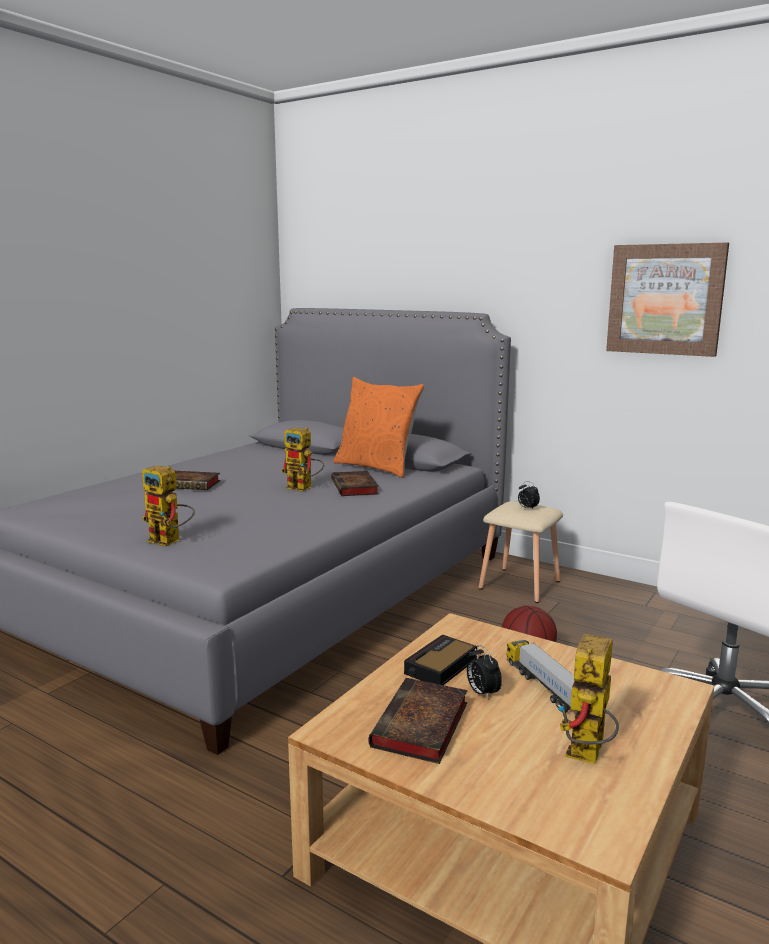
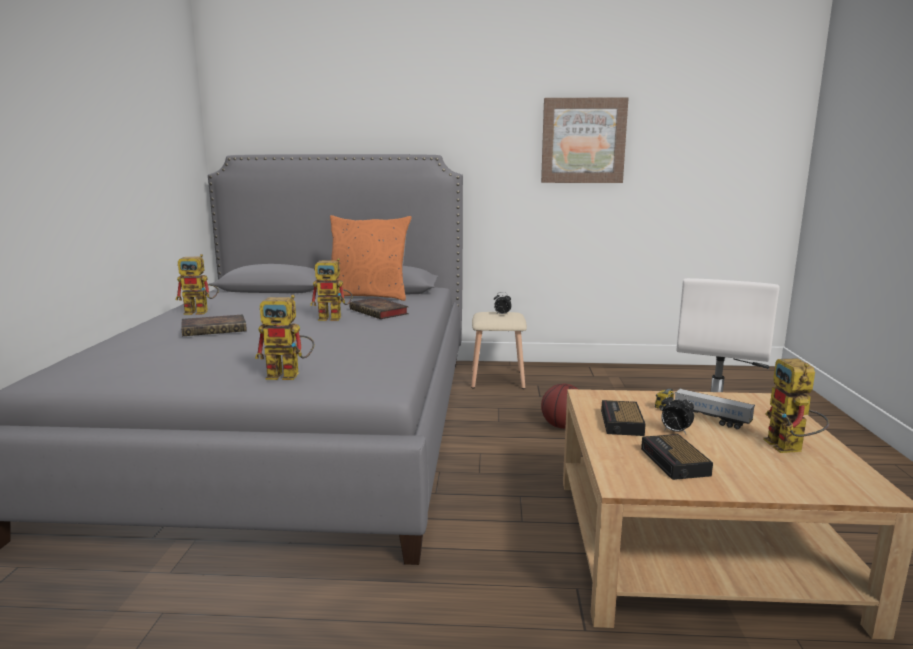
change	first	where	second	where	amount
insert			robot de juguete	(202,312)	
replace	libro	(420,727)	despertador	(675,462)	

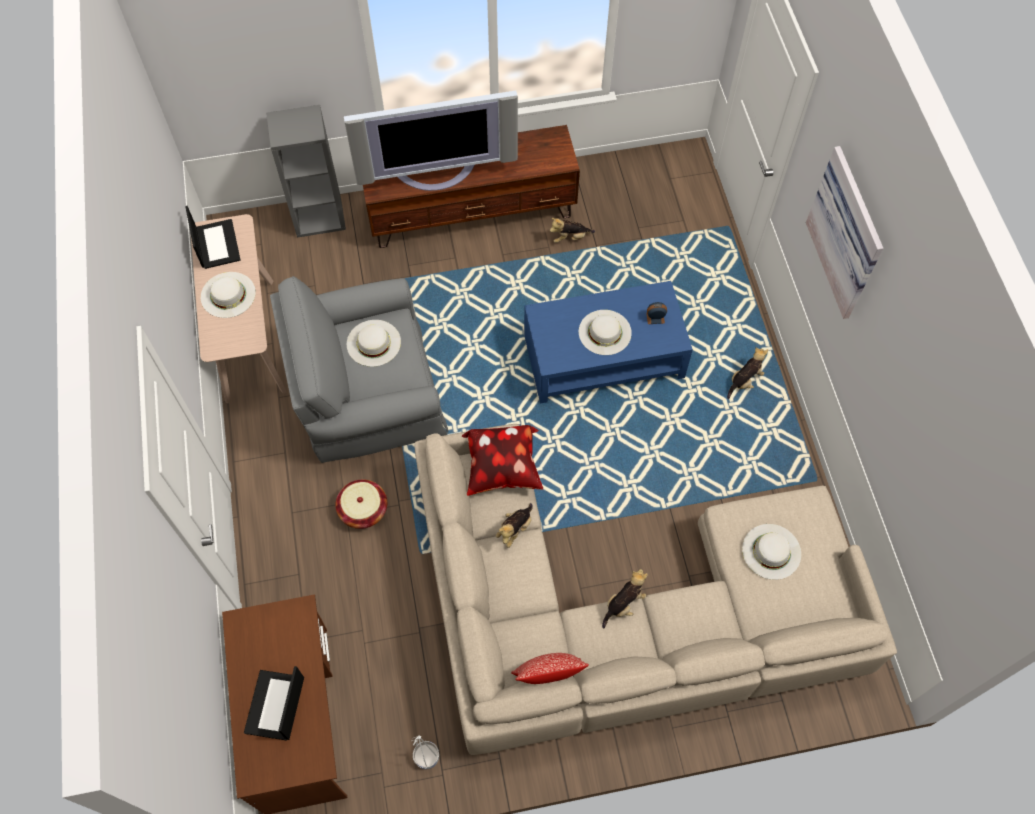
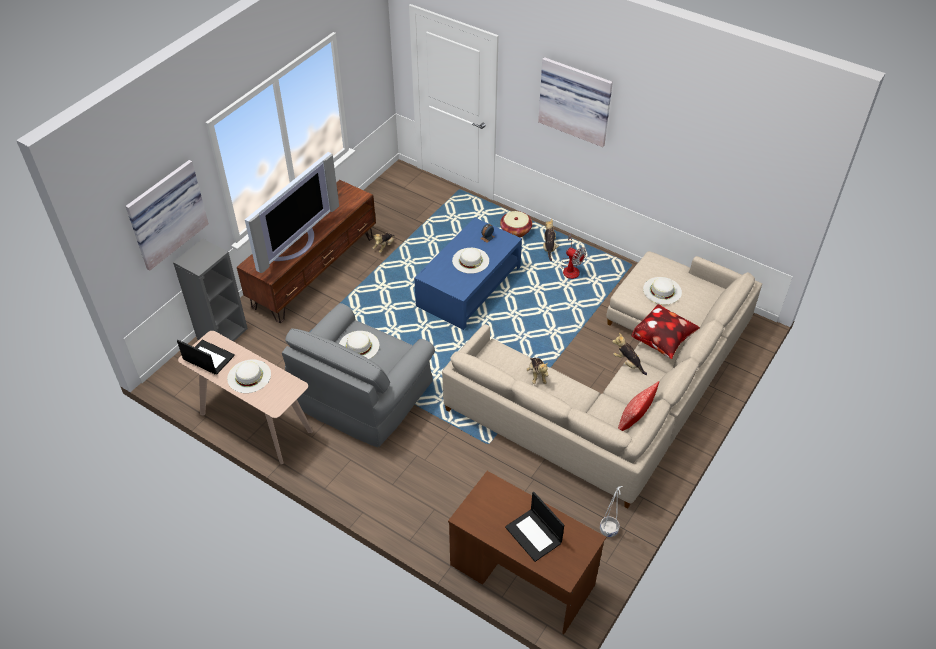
change	first	where	second	where	amount
insert			cuadro	(165,213)	
move	cesta	(363,510)		(515,230)	
insert			ventilador	(571,268)	
rotate	peluche	(624,604)		(628,363)	45 degrees counterclockwise
move	cojín	(503,470)		(663,341)	

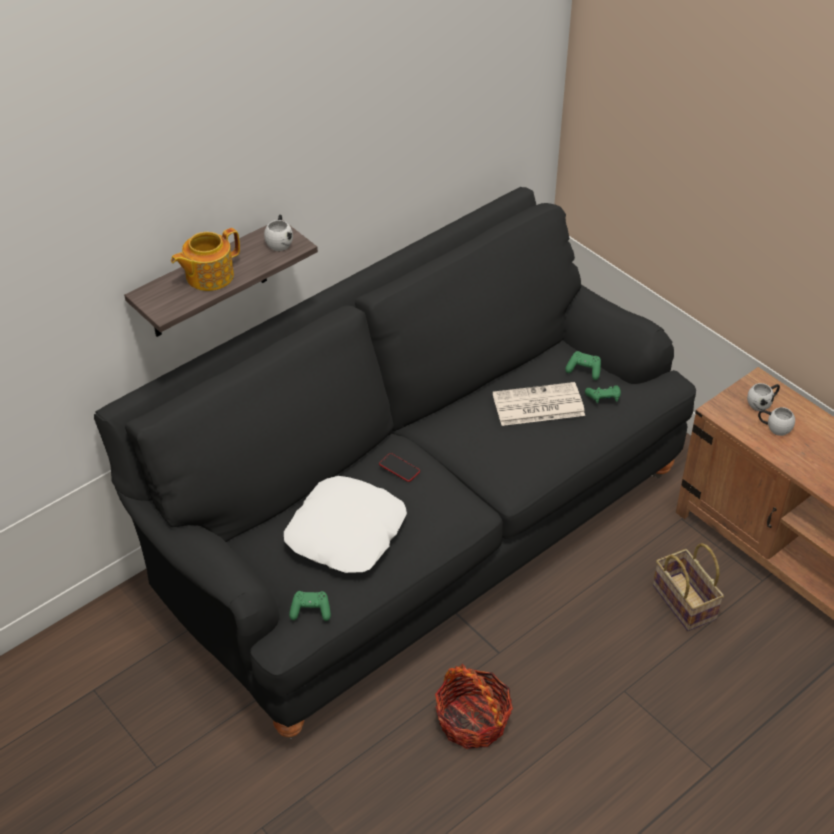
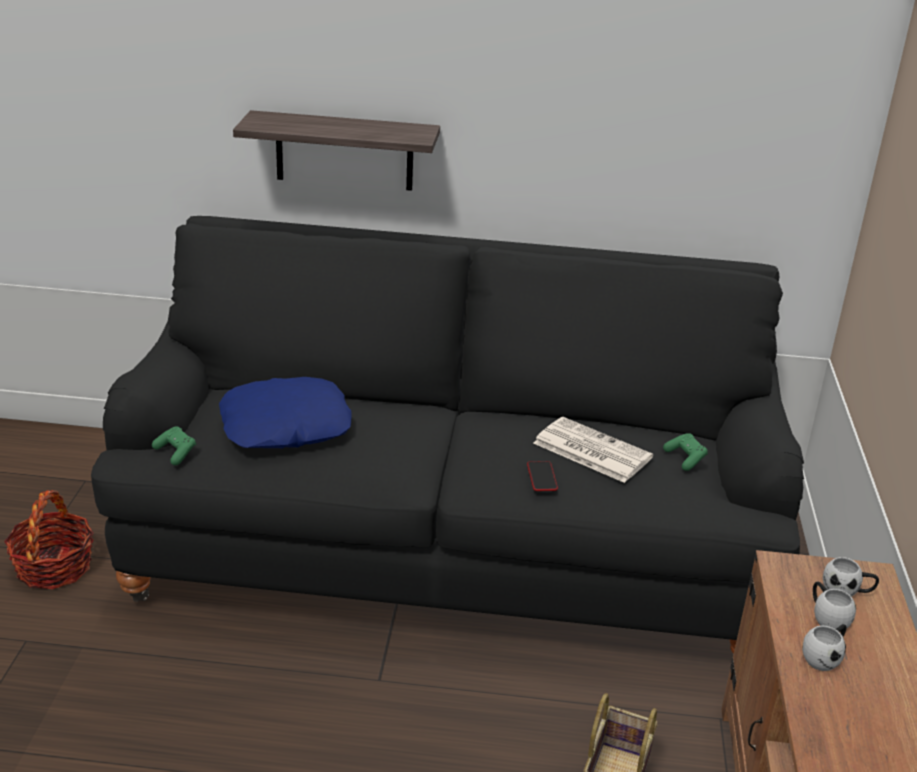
change	first	where	second	where	amount
move	cesta	(472,721)		(54,567)	
recolor	cojín [blanco]	(347,533)	cojín [azul]	(285,427)	
move	móvil	(399,468)		(542,477)	
move	taza grande [blanco]	(280,241)		(824,657)	
delete	tetera	(208,276)			
delete	mando de consola [verde]	(603,399)			

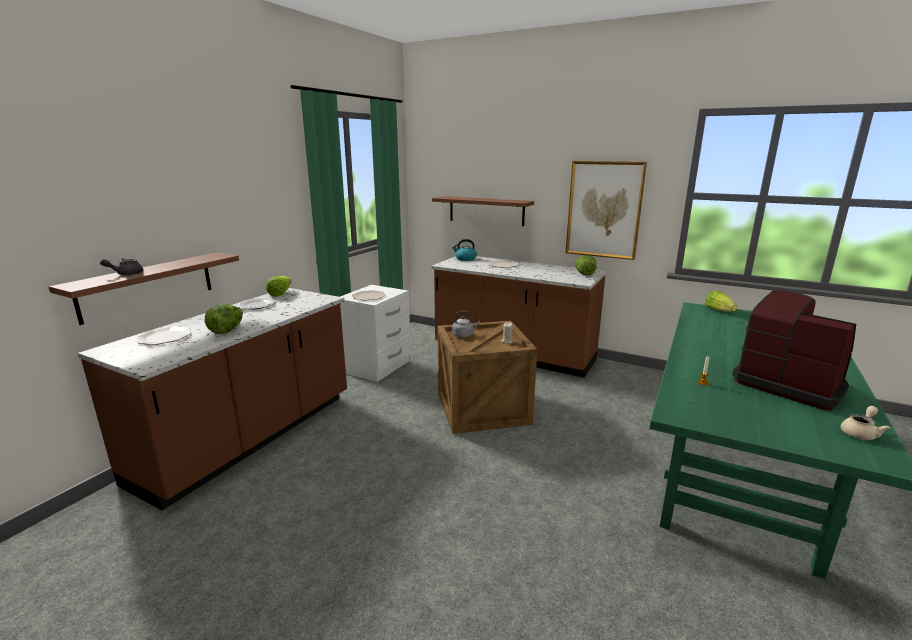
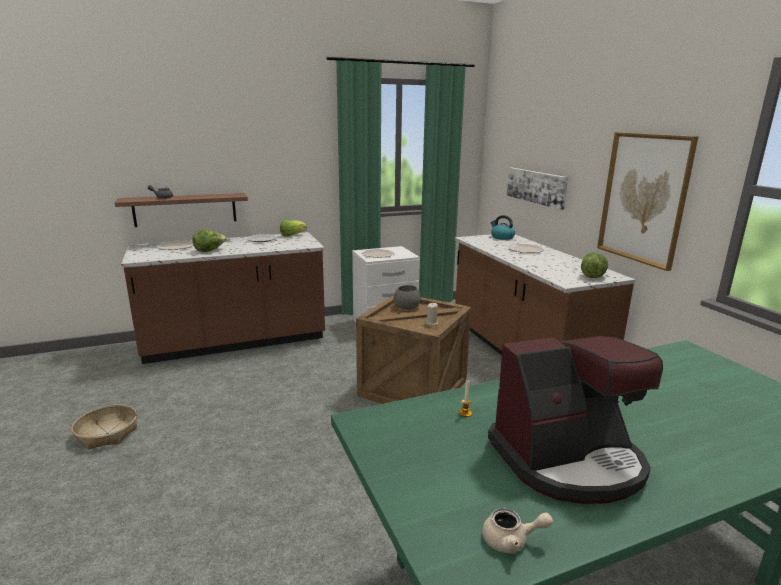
change	first	where	second	where	amount
insert			cesta	(107,433)	
replace	hervidor [gris]	(464,335)	cuenco [gris]	(407,307)	
rotate	cafetera	(788,384)		(568,460)	75 degrees clockwise
replace	estante	(486,210)	cuadro	(536,187)	
delete	lechuga	(719,311)			

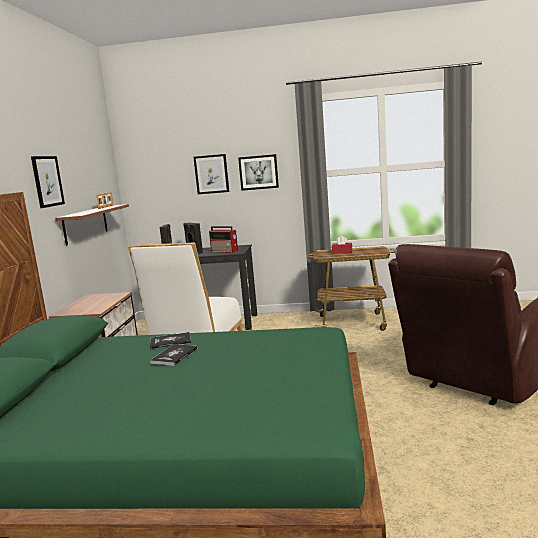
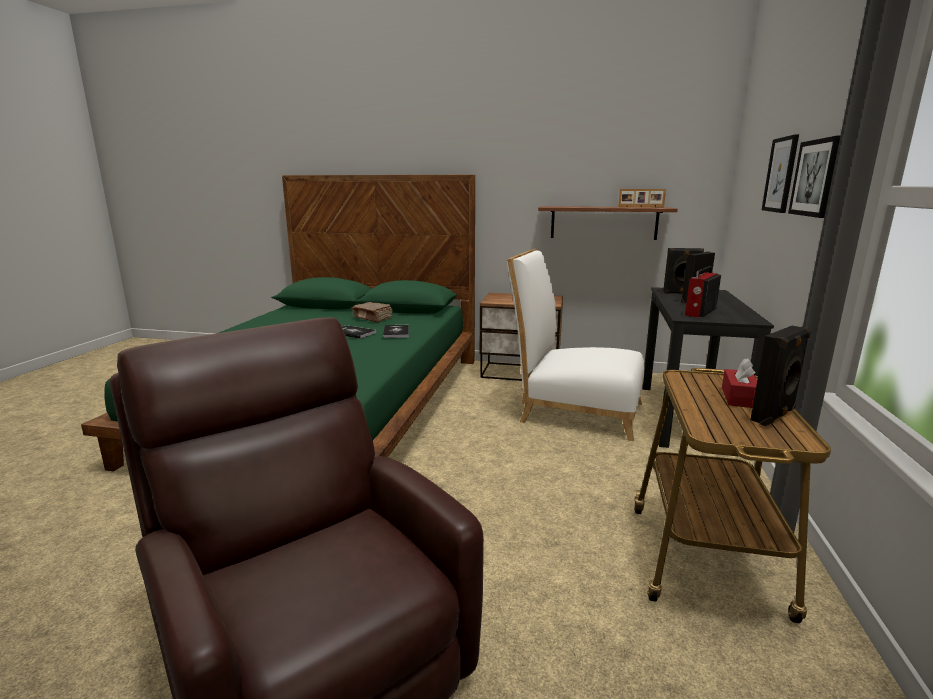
change	first	where	second	where	amount
insert			libro [marrón]	(373,318)	
insert			altavoz [negro]	(774,416)	
delete	cuadro	(47,181)			

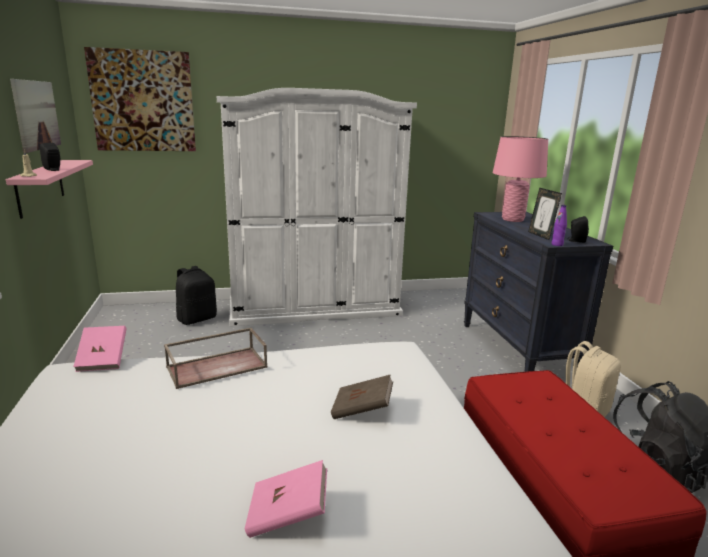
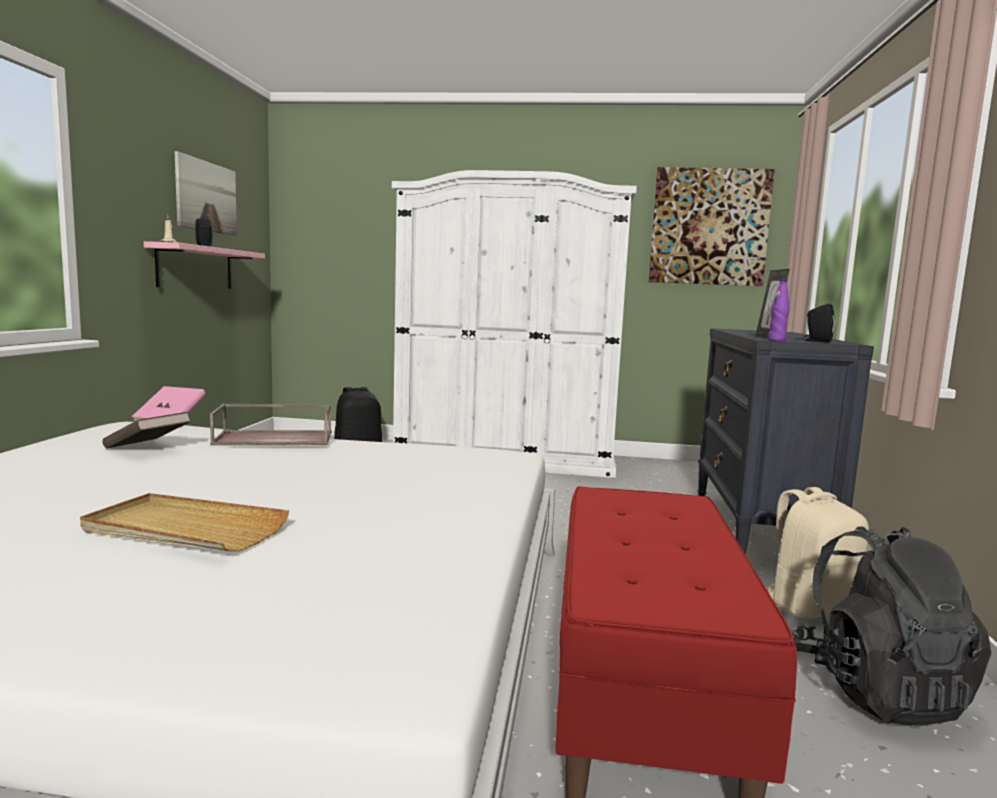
change	first	where	second	where	amount
replace	libro [rosa]	(288,515)	bandeja [beis]	(184,529)	
move	libro [marrón]	(362,410)		(147,448)	
move	cuadro	(143,101)		(709,227)	
delete	lámpara de mesa [rosa]	(512,220)			

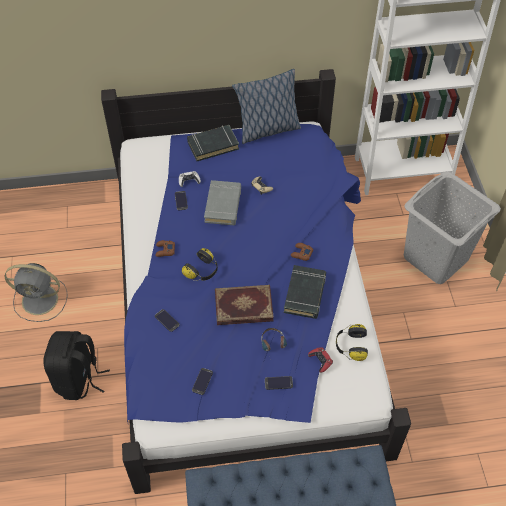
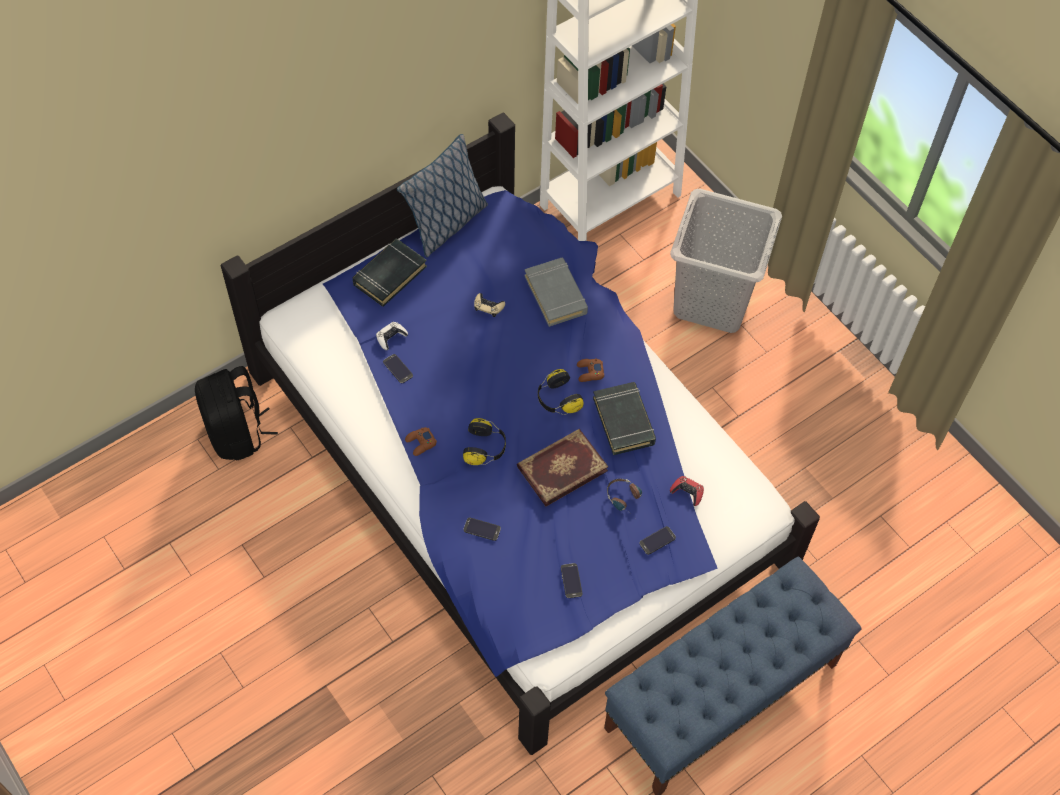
change	first	where	second	where	amount
move	mochila [negro]	(79,379)		(237,434)	
move	libro [gris]	(223,205)		(556,295)	
move	auriculares	(350,346)		(557,399)	
delete	ventilador [gris]	(41,300)			

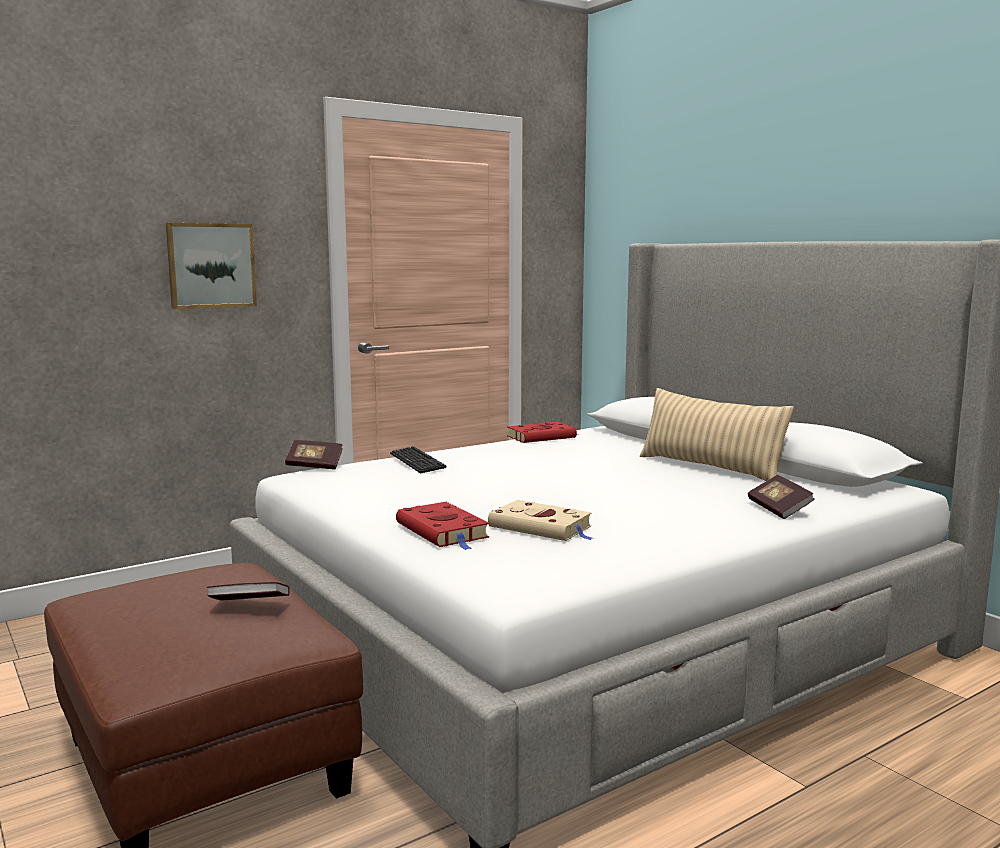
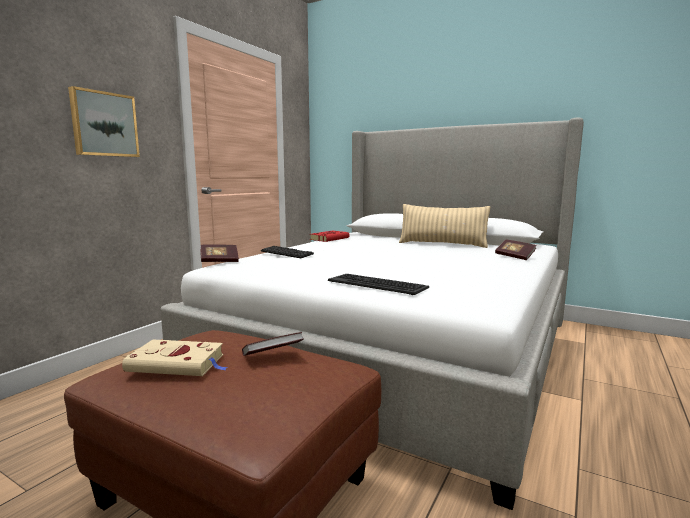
change	first	where	second	where	amount
move	libro [beis]	(542,527)		(178,363)	
replace	libro [rojo]	(444,532)	teclado	(377,284)	

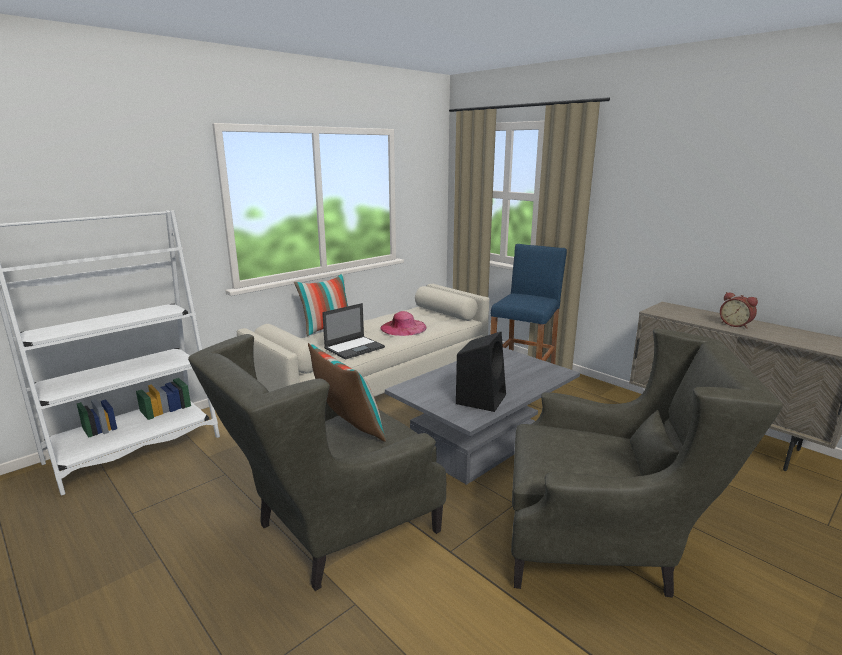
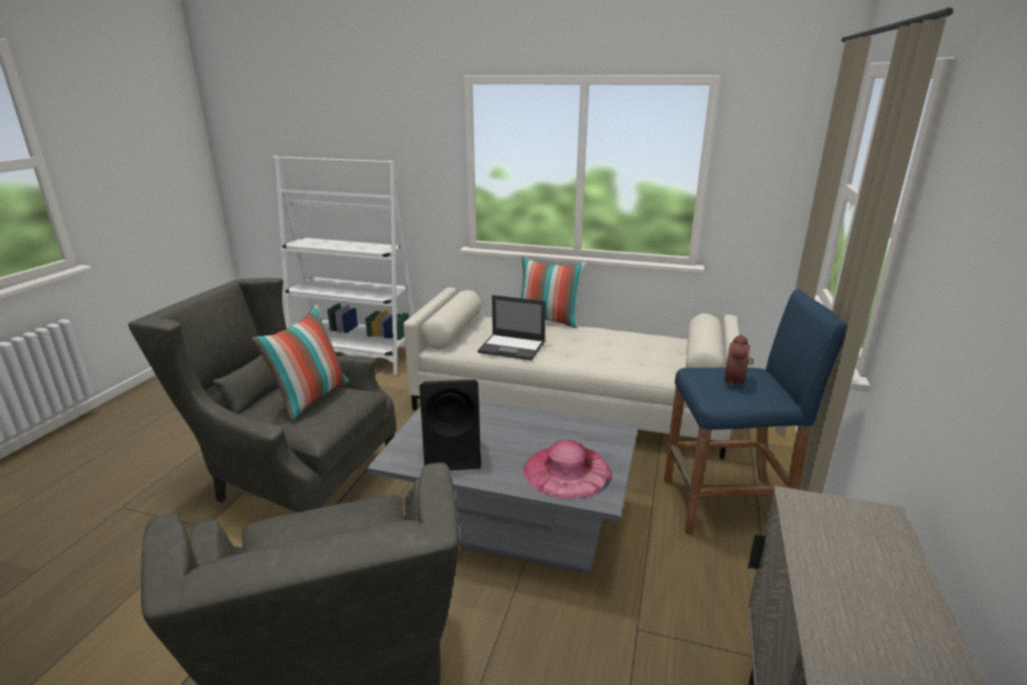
change	first	where	second	where	amount
move	sombrero [rosa]	(403,327)		(567,471)	
move	despertador	(735,324)		(736,381)	

